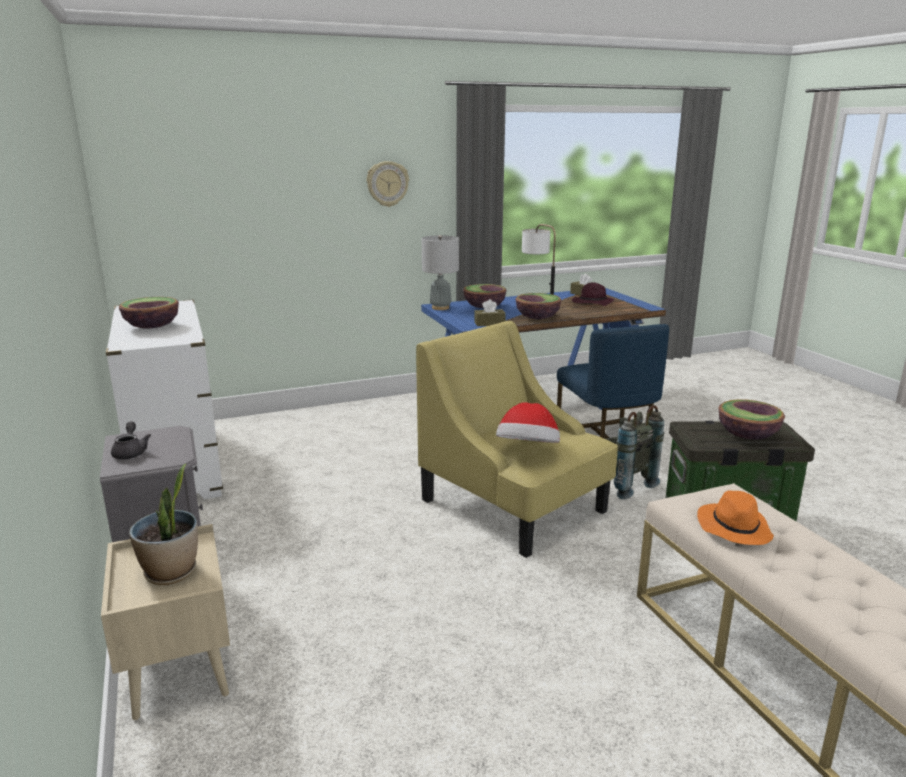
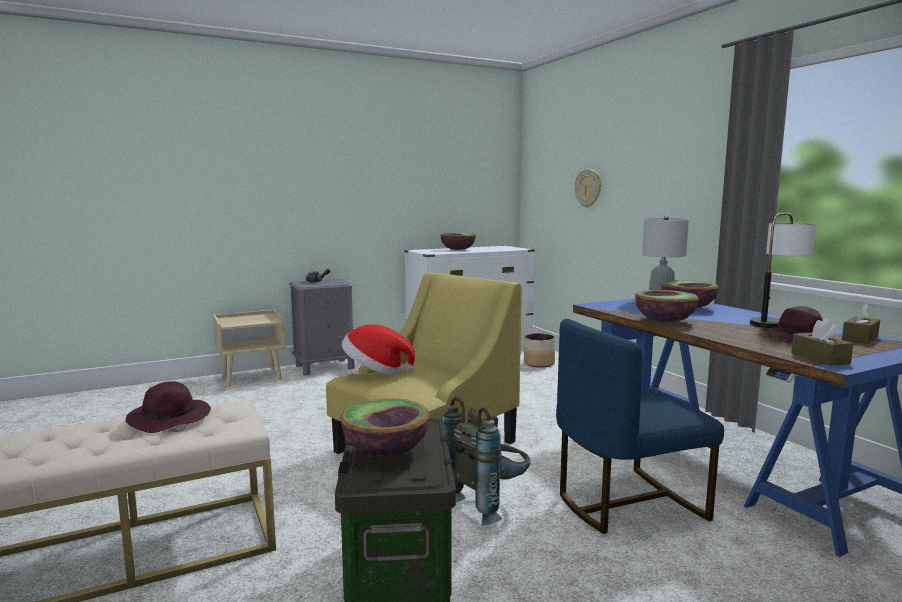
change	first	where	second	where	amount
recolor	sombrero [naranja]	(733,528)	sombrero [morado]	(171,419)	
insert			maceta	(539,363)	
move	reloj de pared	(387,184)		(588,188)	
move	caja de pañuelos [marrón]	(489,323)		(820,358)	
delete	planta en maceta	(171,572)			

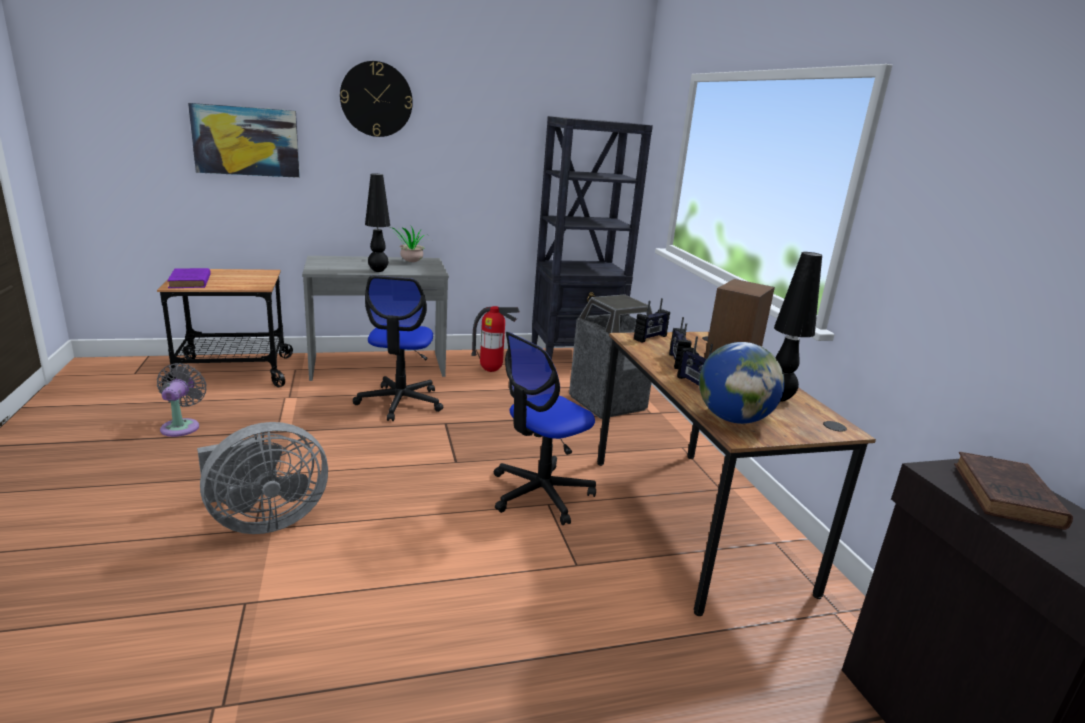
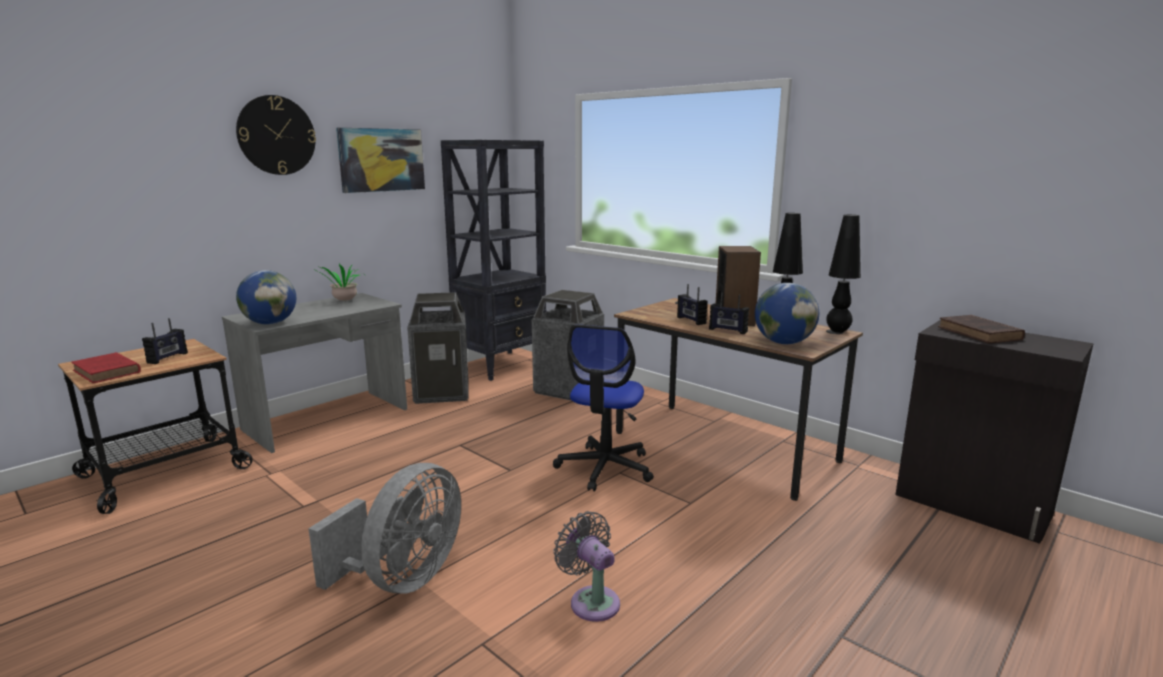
change	first	where	second	where	amount
recolor	libro [morado]	(190,282)	libro [rojo]	(107,372)	
move	radio	(650,338)		(168,358)	
insert			globo terráqueo	(270,323)	
move	cuadro	(246,141)		(381,160)	
replace	extintor	(491,370)	papelera	(442,392)	
move	ventilador [gris]	(182,426)		(591,600)	
move	lámpara de mesa [negro]	(378,271)		(838,331)	
delete	silla de oficina	(400,402)			

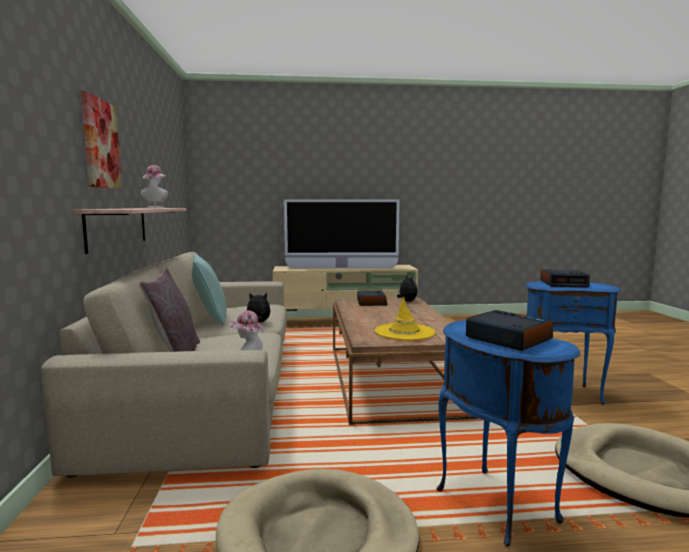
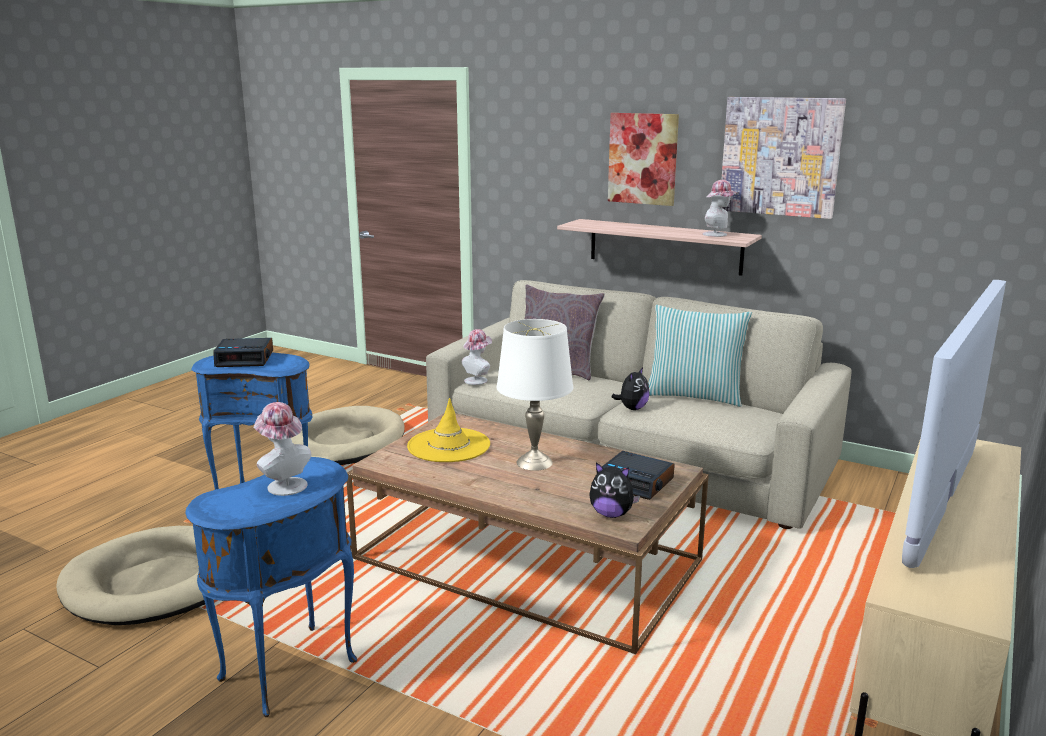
change	first	where	second	where	amount
replace	despertador	(564,284)	sombrero	(284,485)	
insert			lámpara de mesa [blanco]	(535,462)	
insert			cuadro	(780,156)	

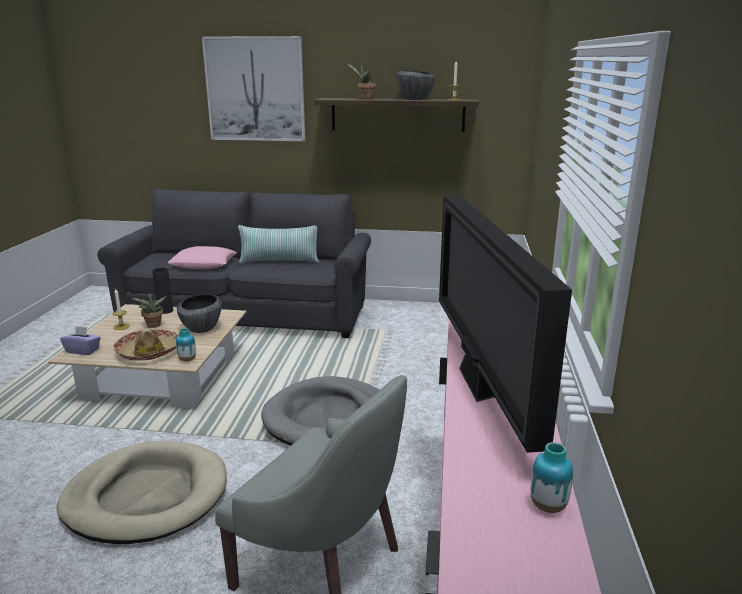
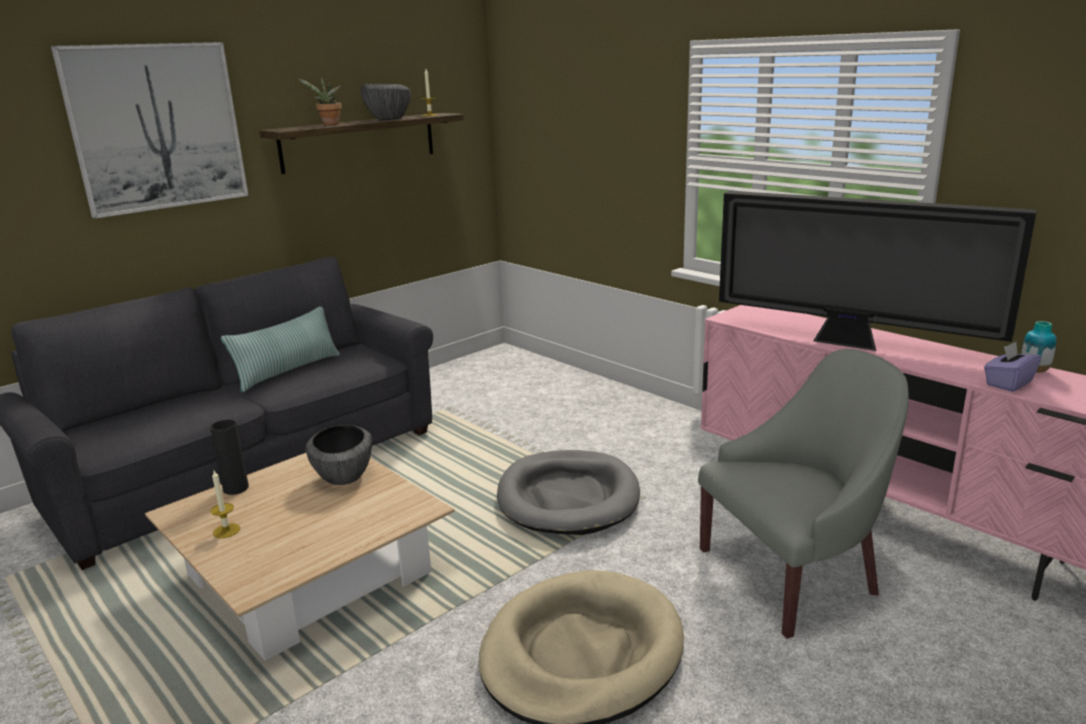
change	first	where	second	where	amount
move	caja de pañuelos [morado]	(83,350)		(1008,383)	
delete	sombrero	(149,352)			
delete	planta en maceta	(153,326)			
delete	cojín [rosa]	(203,264)			
delete	florero	(187,360)			

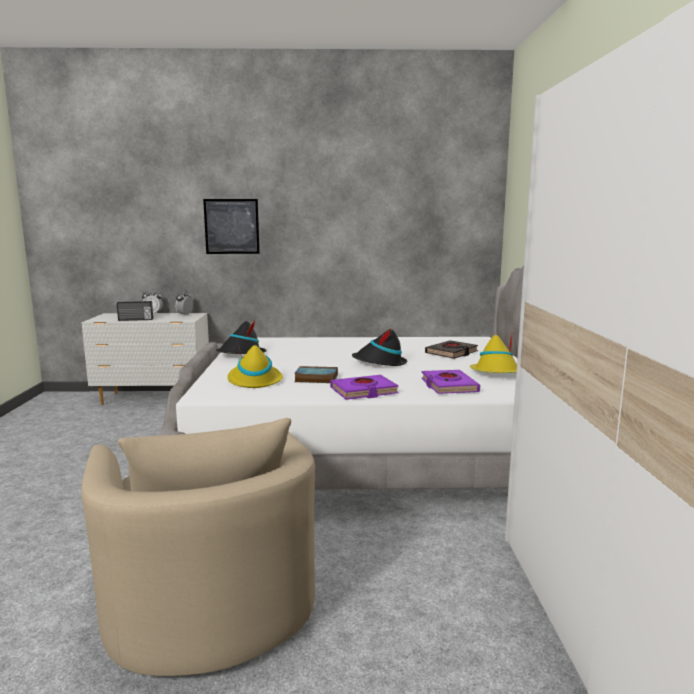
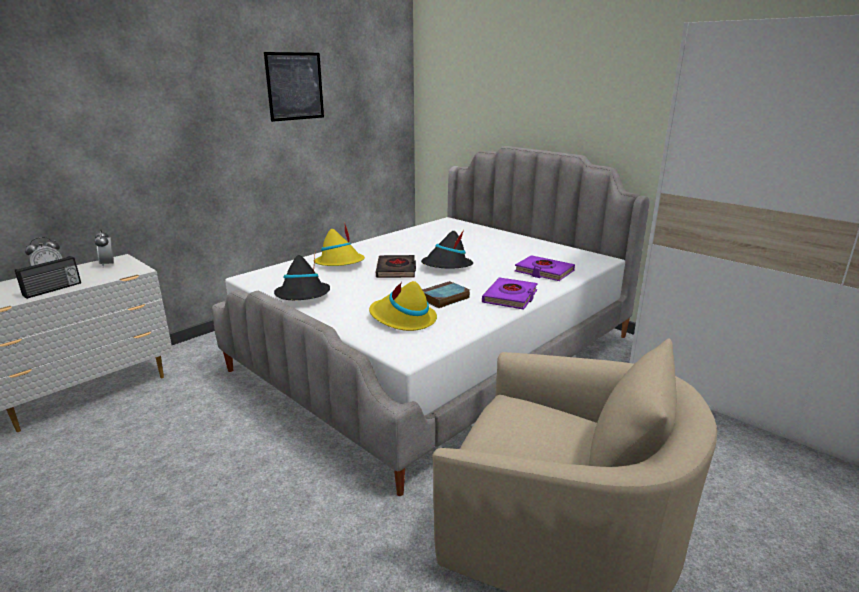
change	first	where	second	where	amount
move	cuadro	(231,226)		(295,86)	
move	sombrero [amarillo]	(496,373)		(340,263)	
move	libro [negro]	(451,353)		(396,270)	

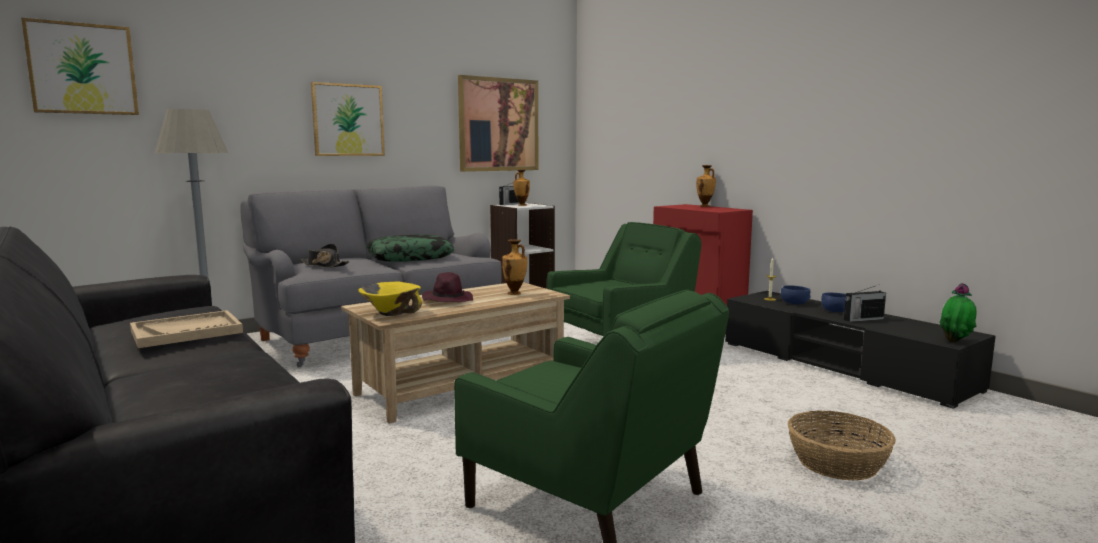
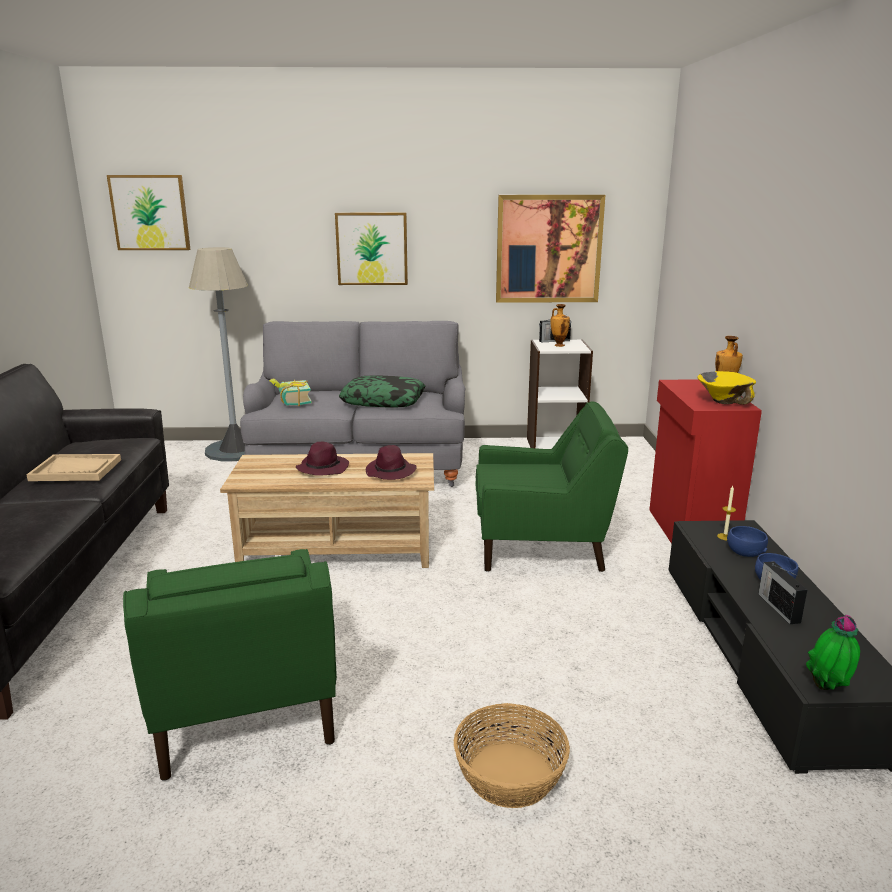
change	first	where	second	where	amount
replace	sombrero [negro]	(324,265)	libro	(291,402)	
replace	florero	(515,293)	sombrero [morado]	(391,472)	
move	cuenco [amarillo]	(391,314)		(723,401)	
rotate	radio	(862,319)		(778,607)	60 degrees clockwise

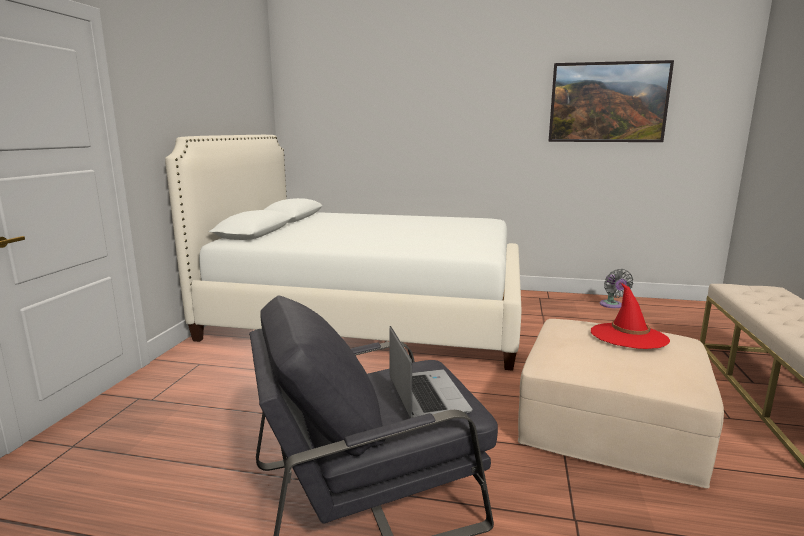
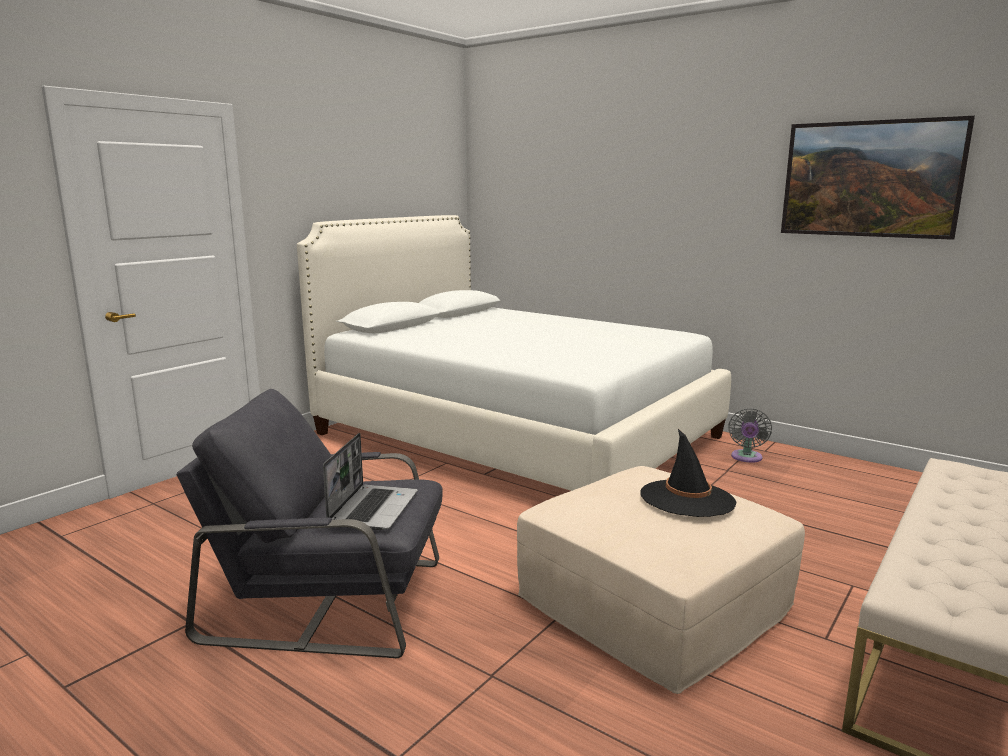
change	first	where	second	where	amount
recolor	sombrero [rojo]	(628,336)	sombrero [negro]	(687,499)	
move	ventilador [gris]	(612,305)		(746,458)	

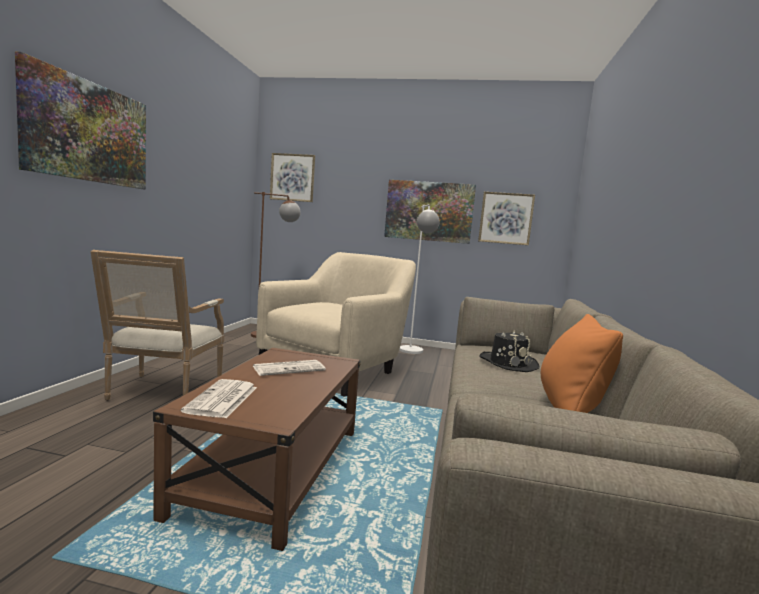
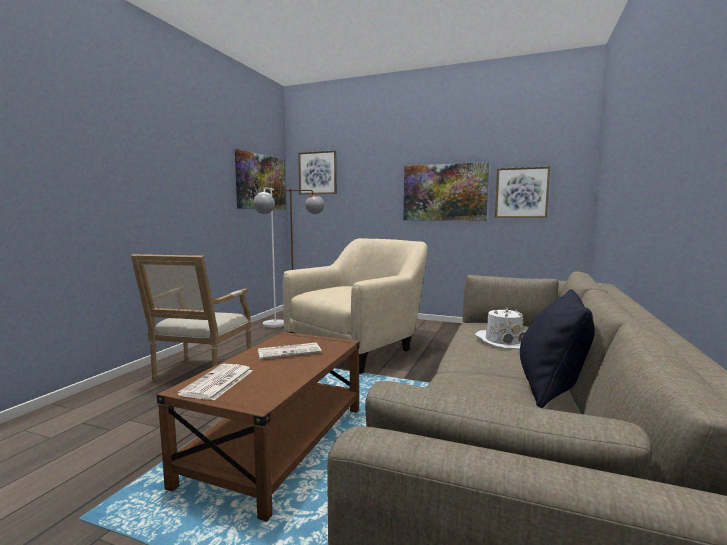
change	first	where	second	where	amount
move	cuadro	(89,132)		(261,182)	
move	lámpara de pie [blanco]	(413,353)		(272,326)	
recolor	sombrero [negro]	(508,363)	sombrero [blanco]	(503,340)	
recolor	cojín [naranja]	(570,409)	cojín [negro]	(551,388)	

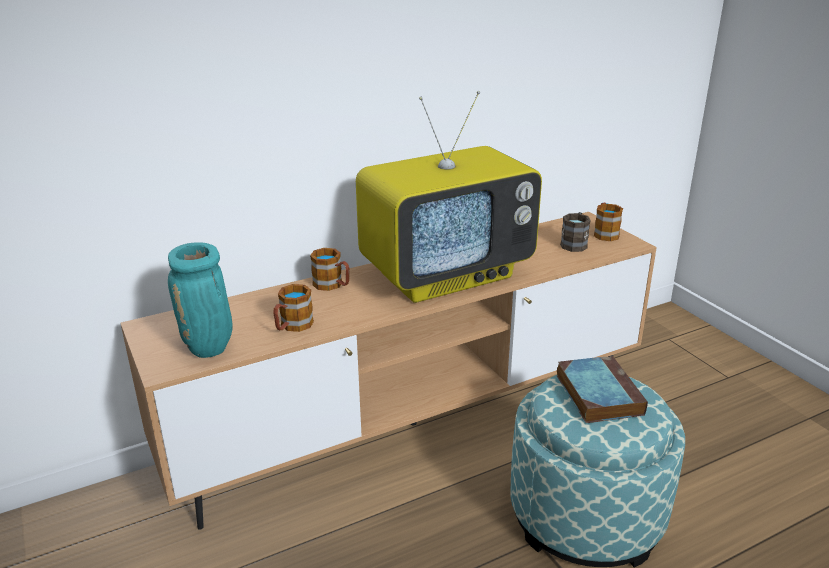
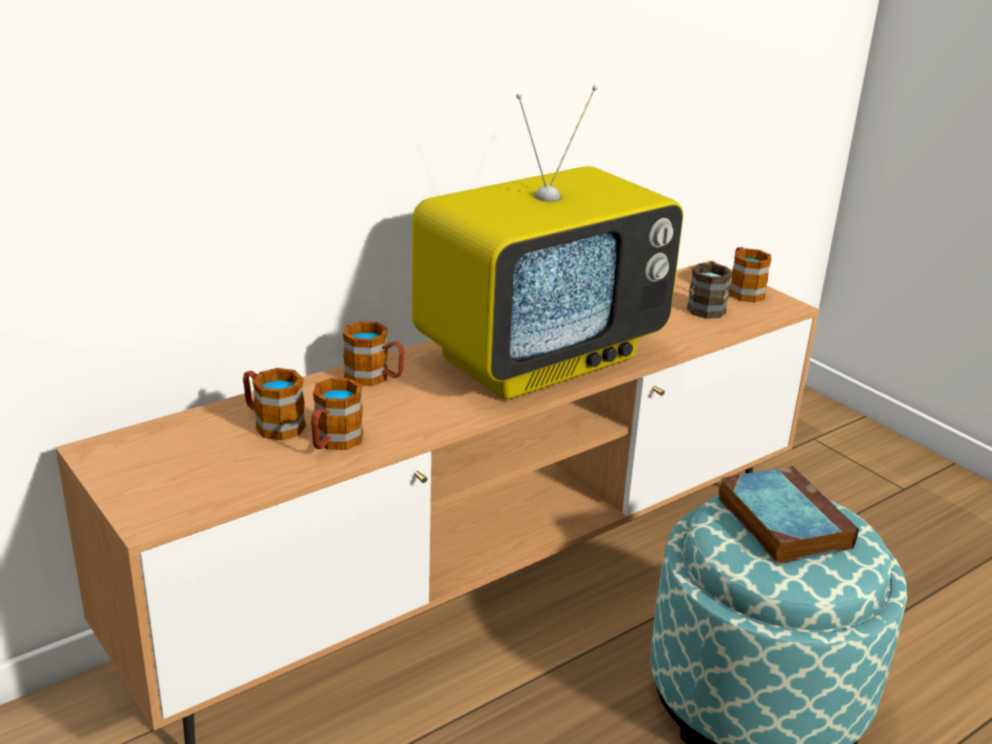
change	first	where	second	where	amount
insert			taza grande	(272,424)	
delete	florero [turquesa]	(210,348)			

